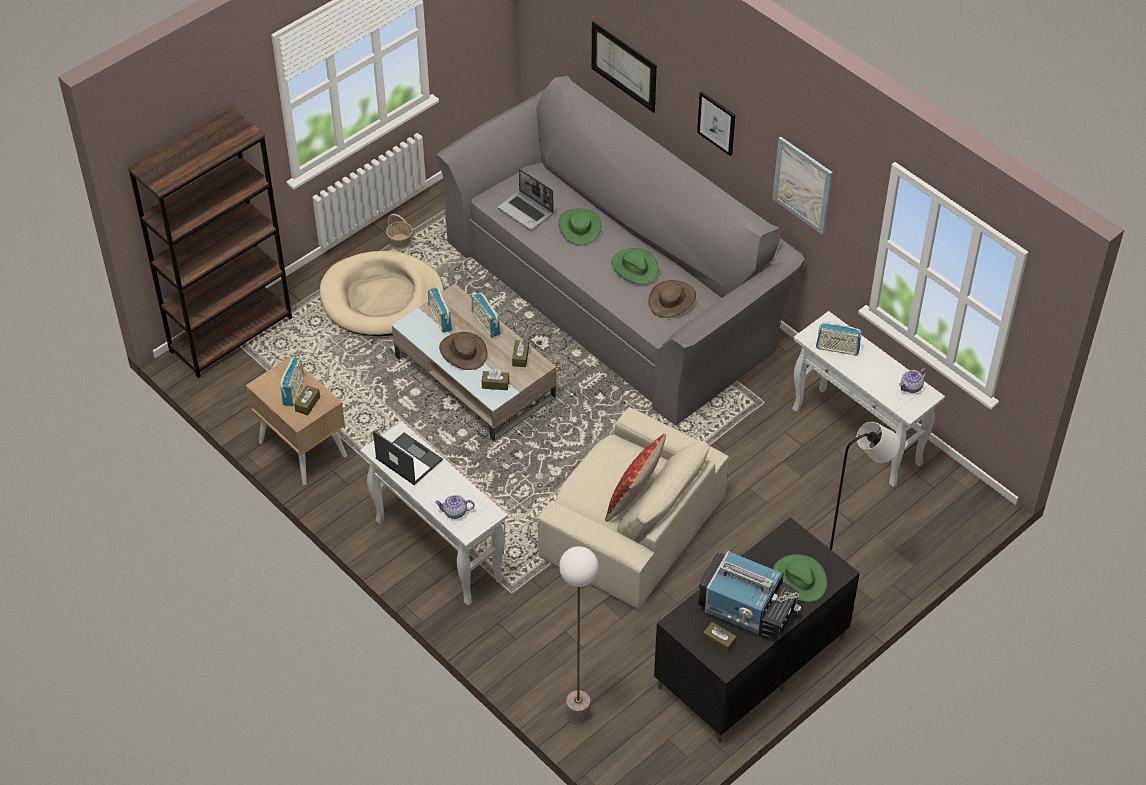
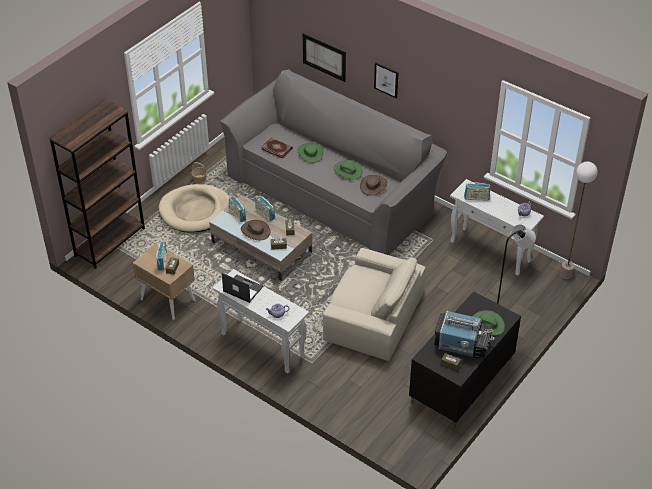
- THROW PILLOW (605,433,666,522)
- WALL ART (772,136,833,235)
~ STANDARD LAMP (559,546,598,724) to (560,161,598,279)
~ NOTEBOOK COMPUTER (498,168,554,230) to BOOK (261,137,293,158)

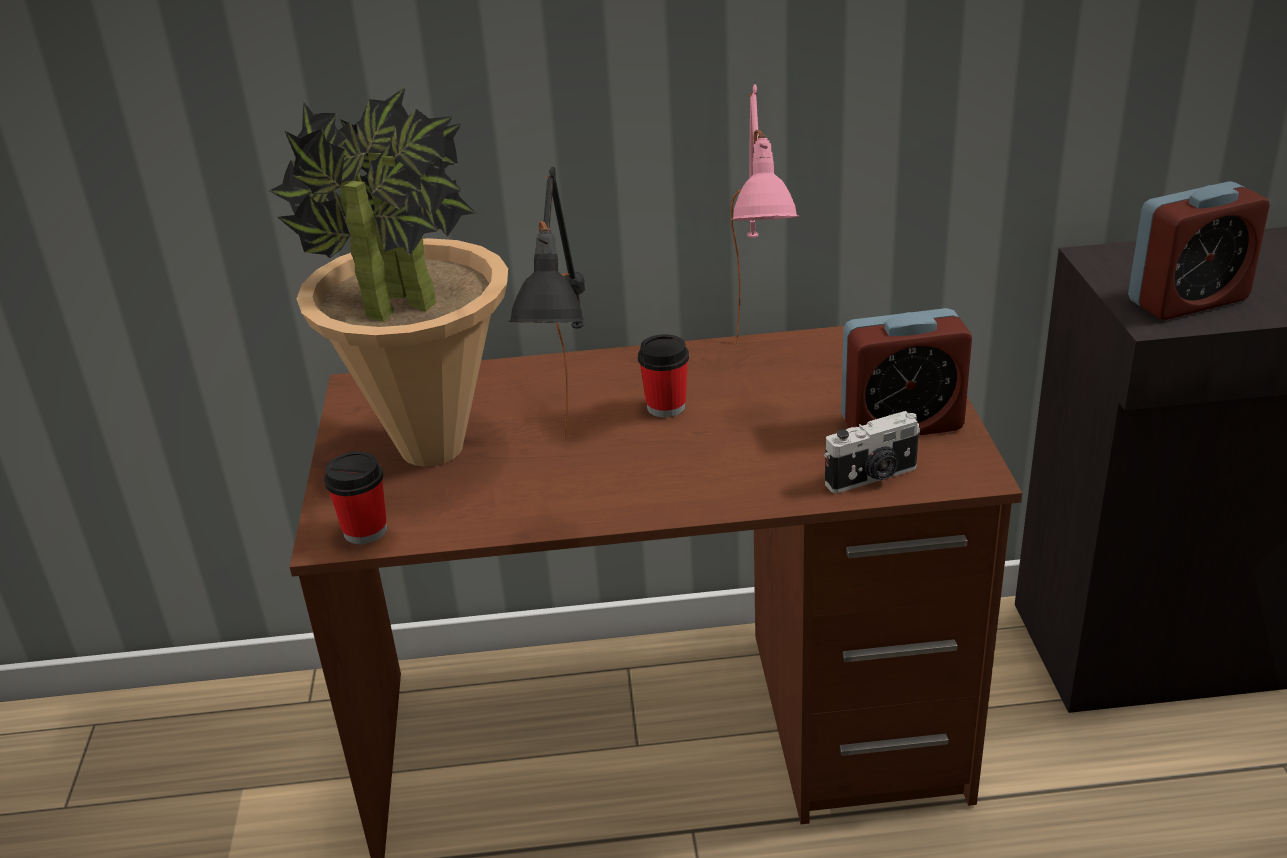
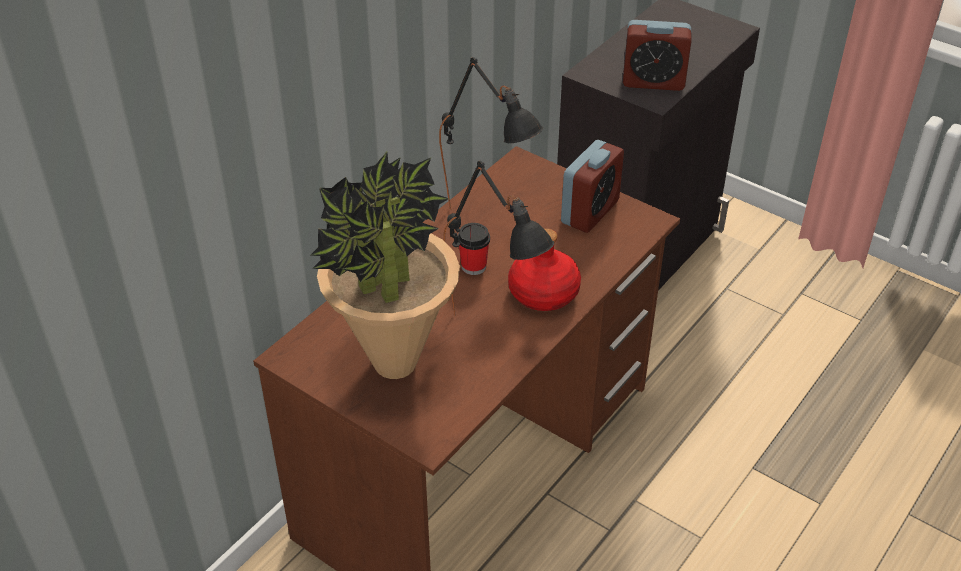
- CUP (324,452,387,544)
- STILL CAMERA (824,411,920,493)
+ RED-COLOURED BOTTLE (508,229,581,311)
~ PINK-COLOURED TABLETOP LAMP (731,85,799,343) to BLACKISH TABLETOP LAMP (439,57,543,210)
~ ALARM CLOCK (1128,181,1270,320) = (623,20,692,91) 75 degrees clockwise

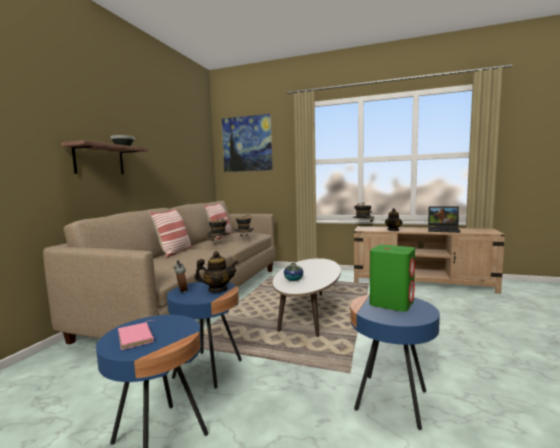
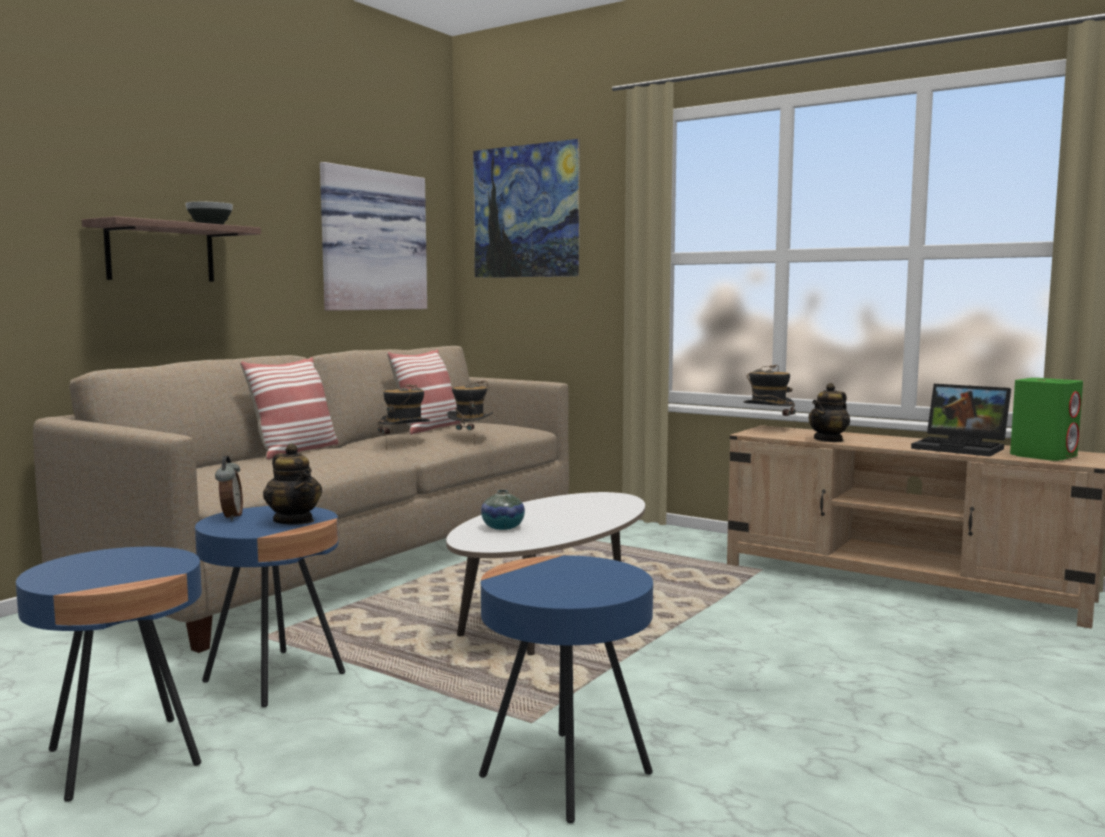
- PINK-COLOURED BOOK (118,321,154,350)
+ WALL ART (320,162,427,311)
~ GREEN SPEAKER (370,245,415,312) to (1010,378,1083,461)
~ POT FOR TEA (195,251,238,292) = (263,443,322,525) 45 degrees clockwise

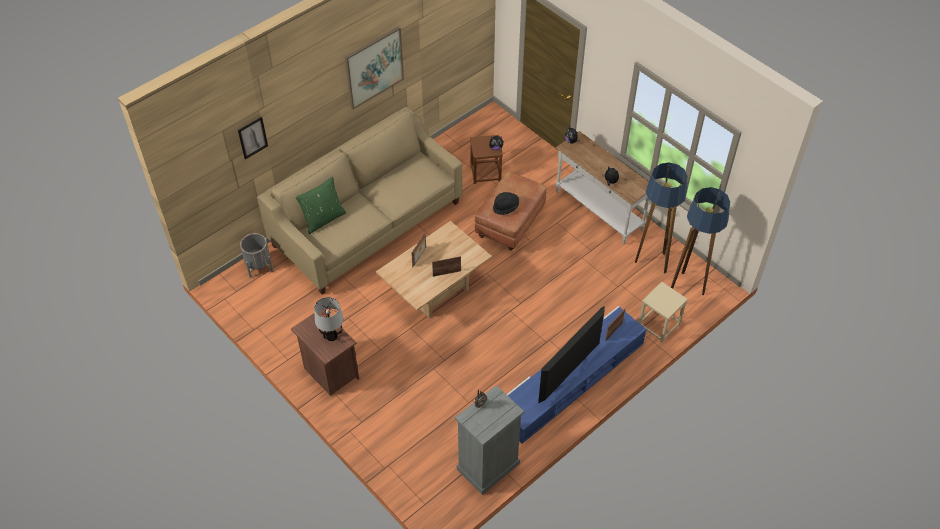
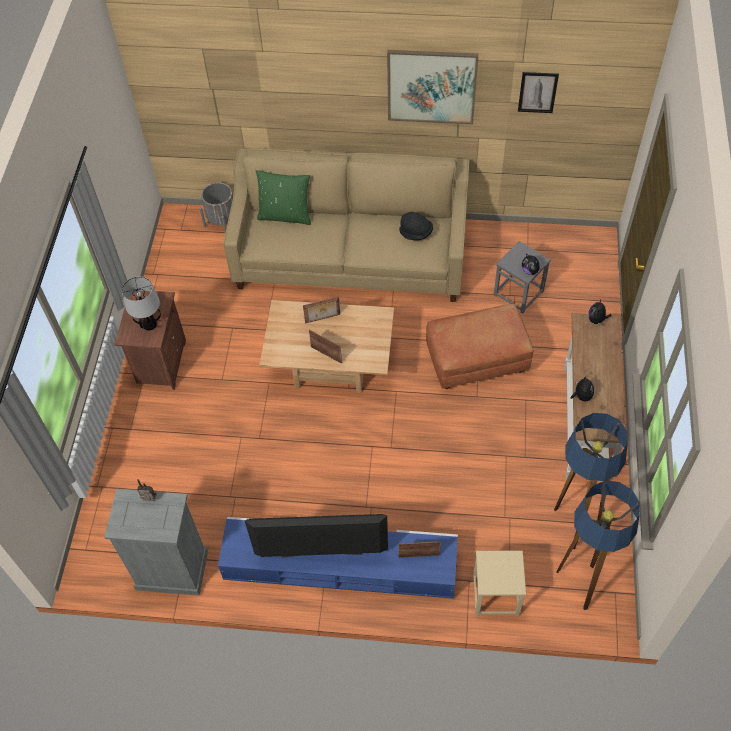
~ WALL ART (238,117,268,159) to (518,72,559,113)
~ BLACKISH CLOTHING HAT (493,192,519,215) to (399,212,433,241)
~ BROWN-COLOURED STOOL SEAT (470,135,503,184) to GREY STOOL SEAT (494,241,551,314)

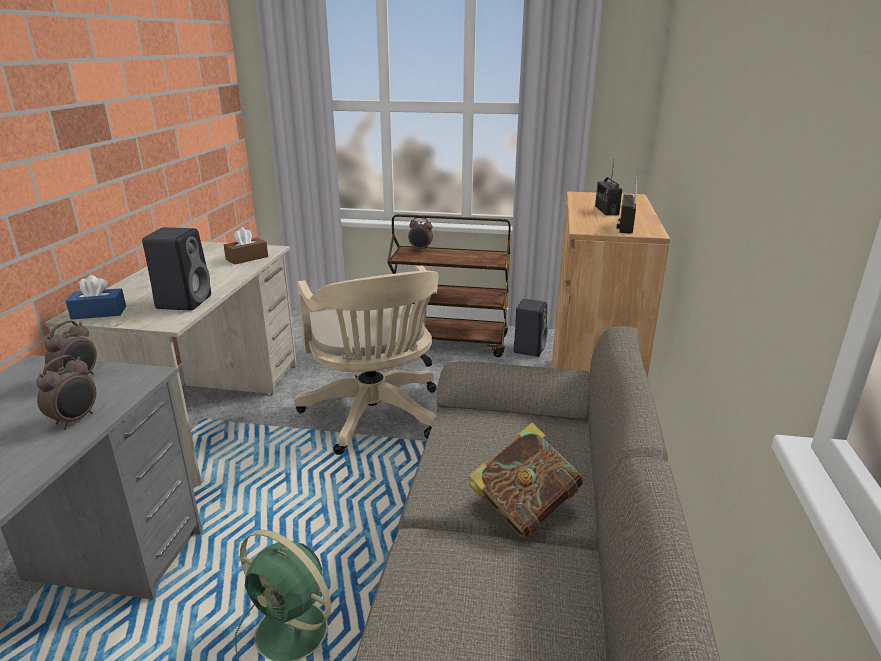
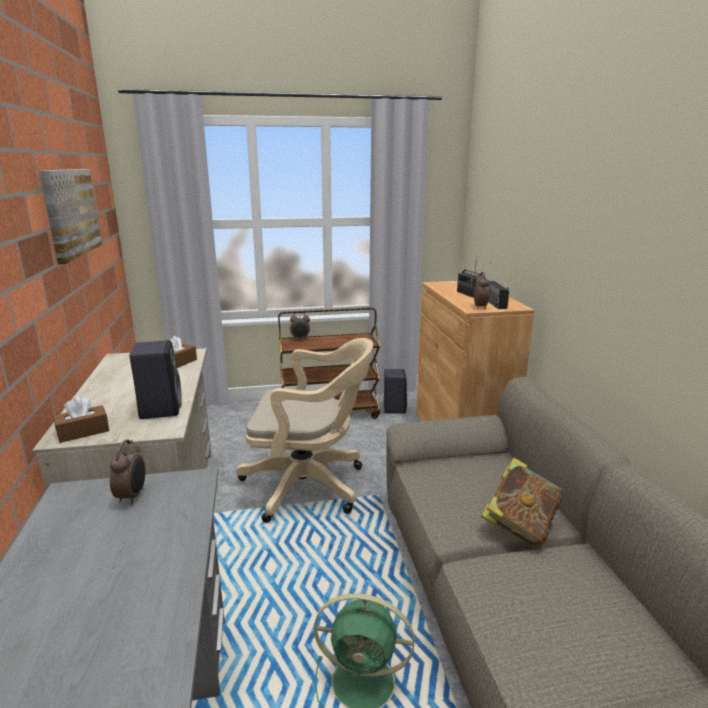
+ WALL ART (39,169,102,264)
~ ALARM CLOCK (36,355,96,429) to (474,272,490,309)
~ BLUE-COLOURED TISSUE BOX (66,275,126,320) to BROWN-COLOURED TISSUE BOX (54,396,109,443)
~ SAND-COLOURED OFFICE CHAIR (295,266,439,455) = (236,338,373,523) 45 degrees counterclockwise

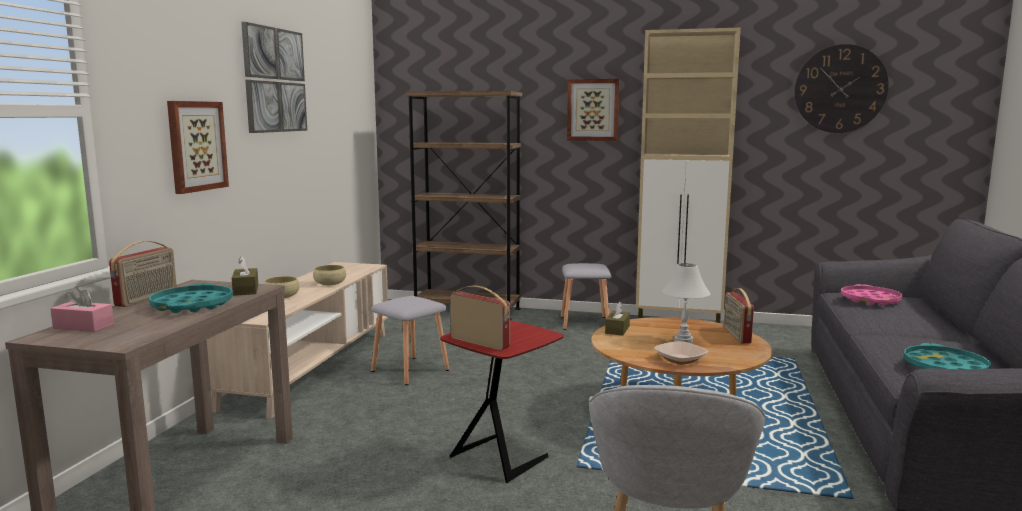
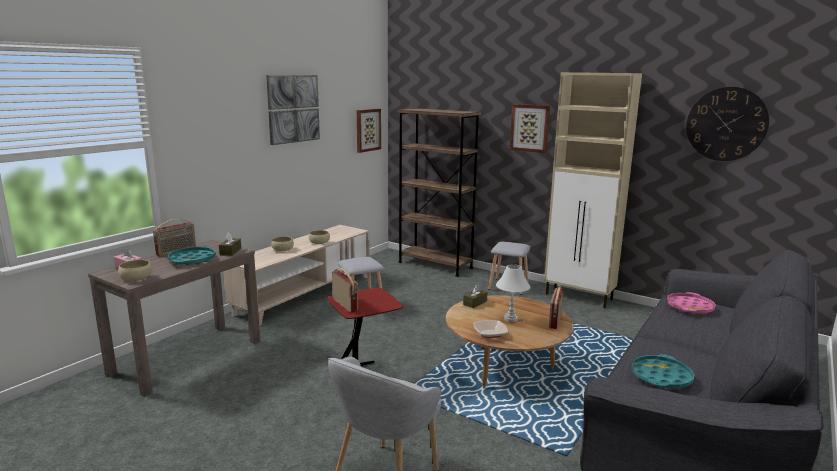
+ SAND-COLOURED DEEP DISH (118,260,152,281)
~ WALL ART (167,101,229,194) to (357,109,381,153)

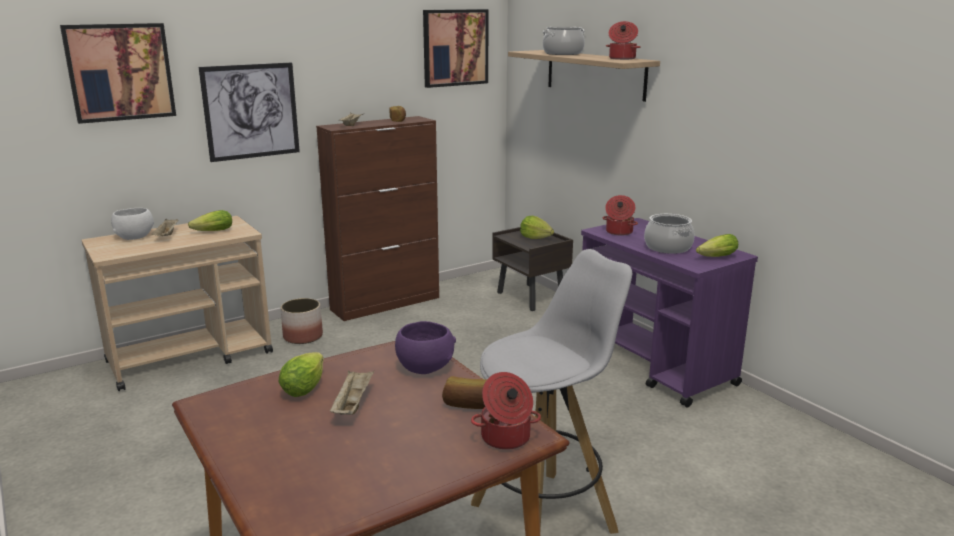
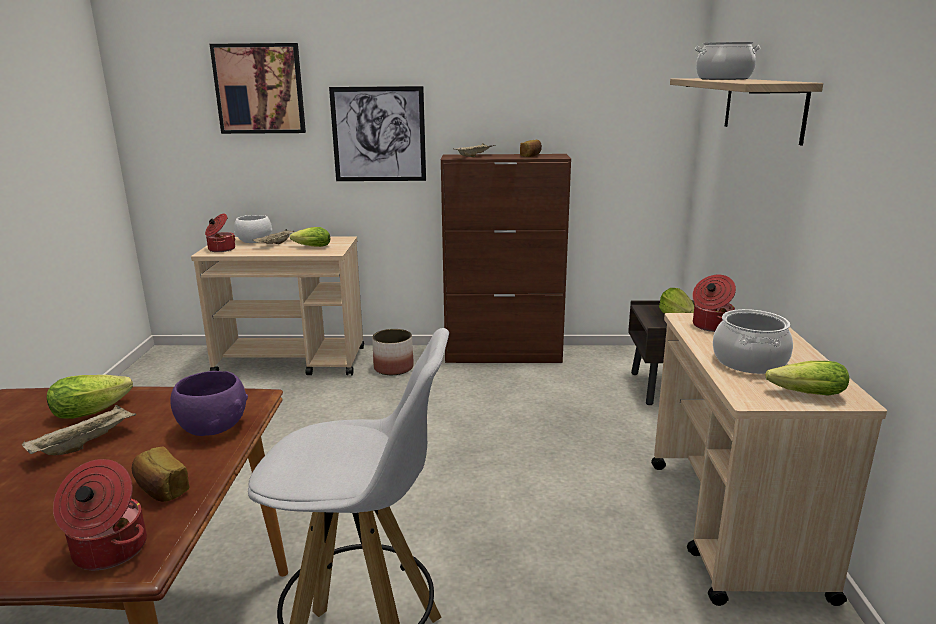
- WALL ART (423,9,489,88)
~ COOKING POT (606,21,641,60) to (205,214,236,252)
~ PURPLISH WHEELED CART (581,218,758,408) to SAND-COLOURED WHEELED CART (651,313,887,606)

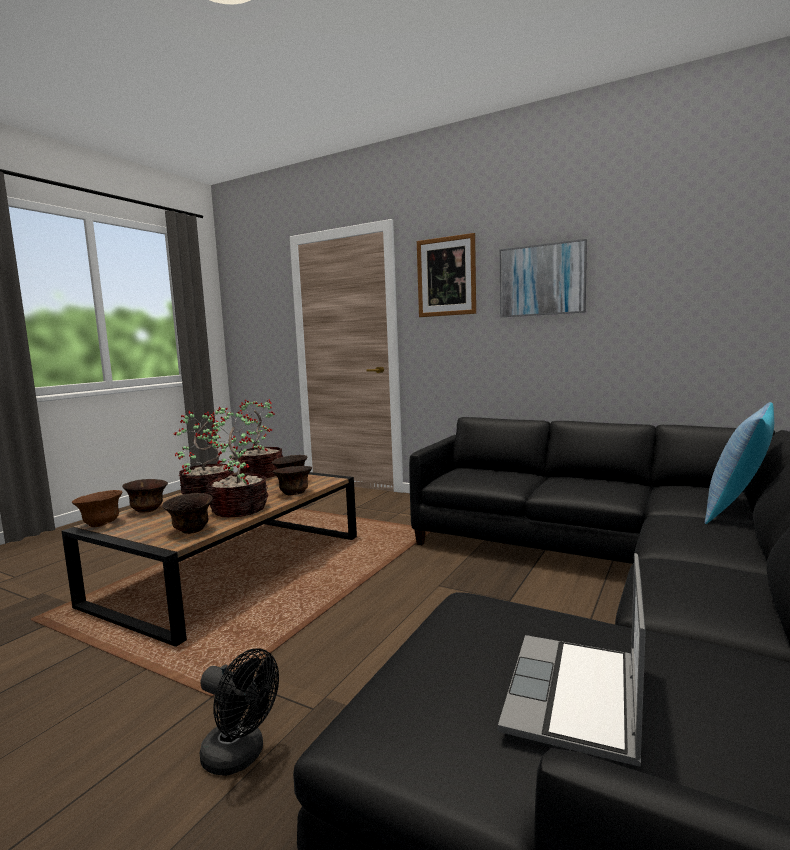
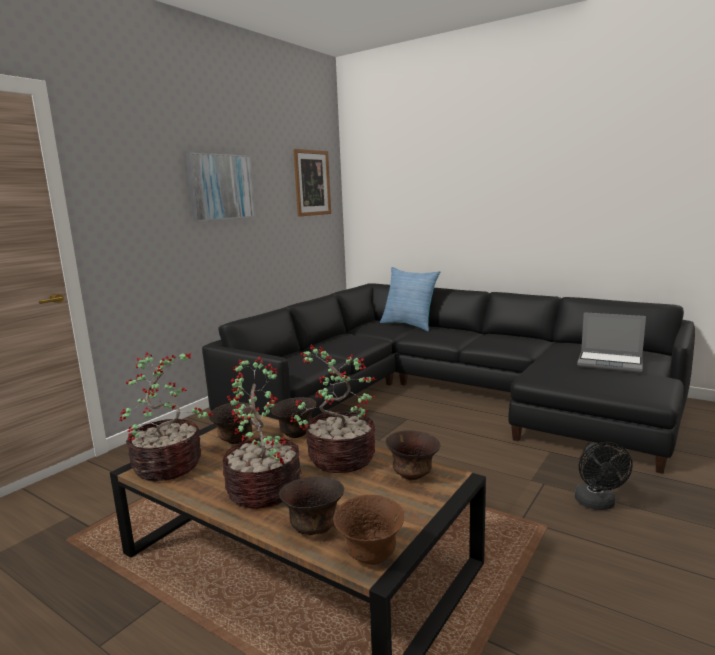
~ WALL ART (417,233,476,317) to (293,149,331,217)
~ BLACKISH COOLING FAN (200,648,279,776) = (574,442,633,510) 150 degrees clockwise

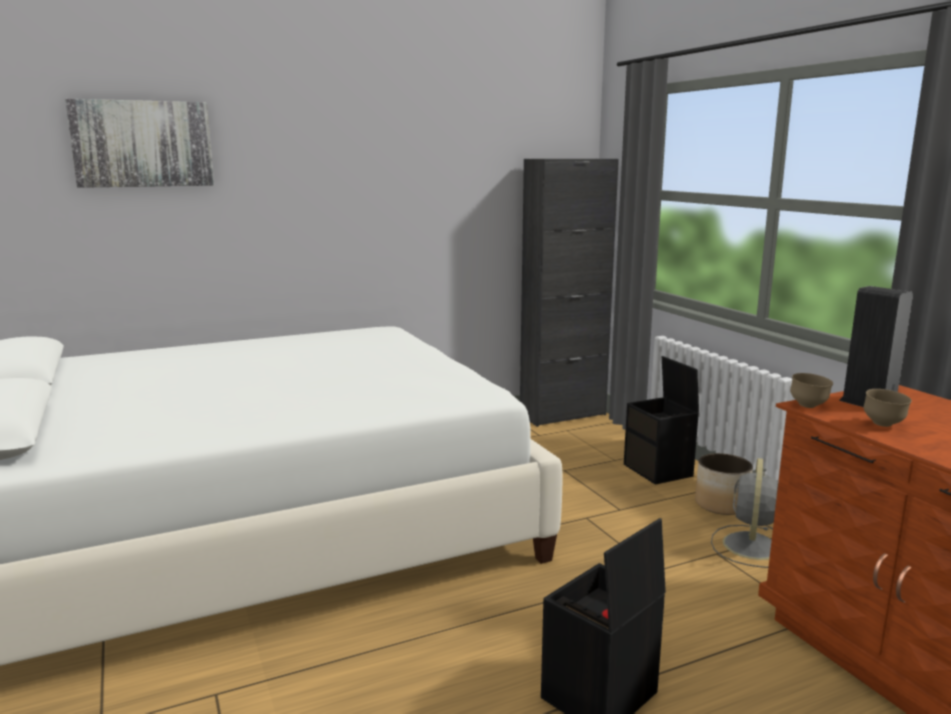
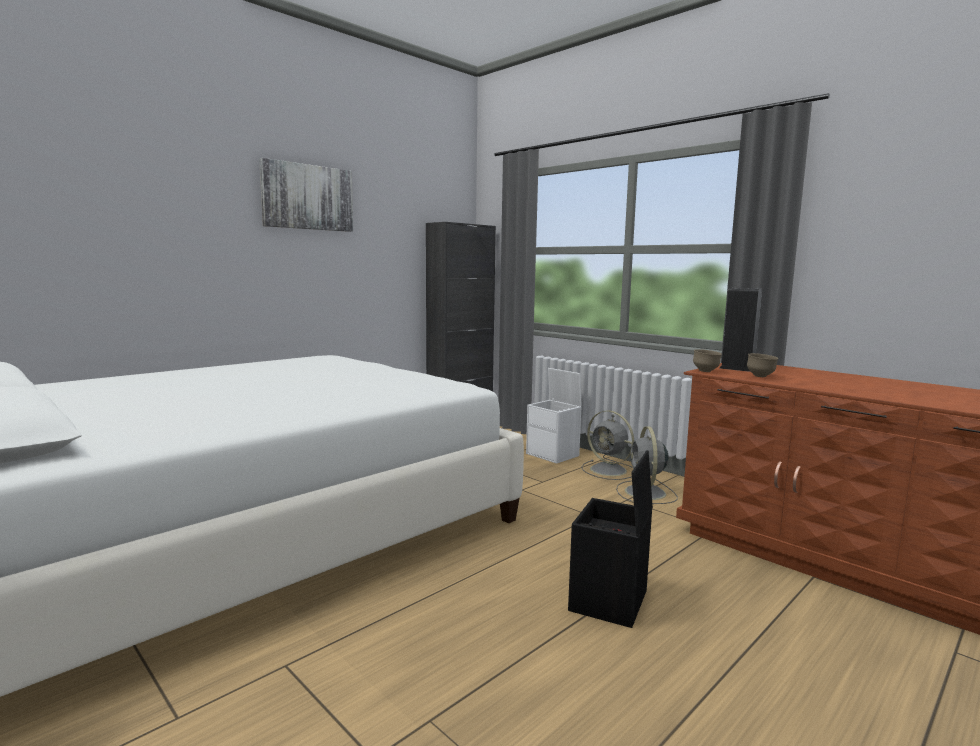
~ WALL ART (65,99,214,188) to (259,158,353,232)
~ PLANTER (695,453,753,515) to GREY COOLING FAN (581,411,634,480)
~ BLACKISH STORAGE BIN (624,356,699,485) to WHITISH STORAGE BIN (526,368,582,464)

